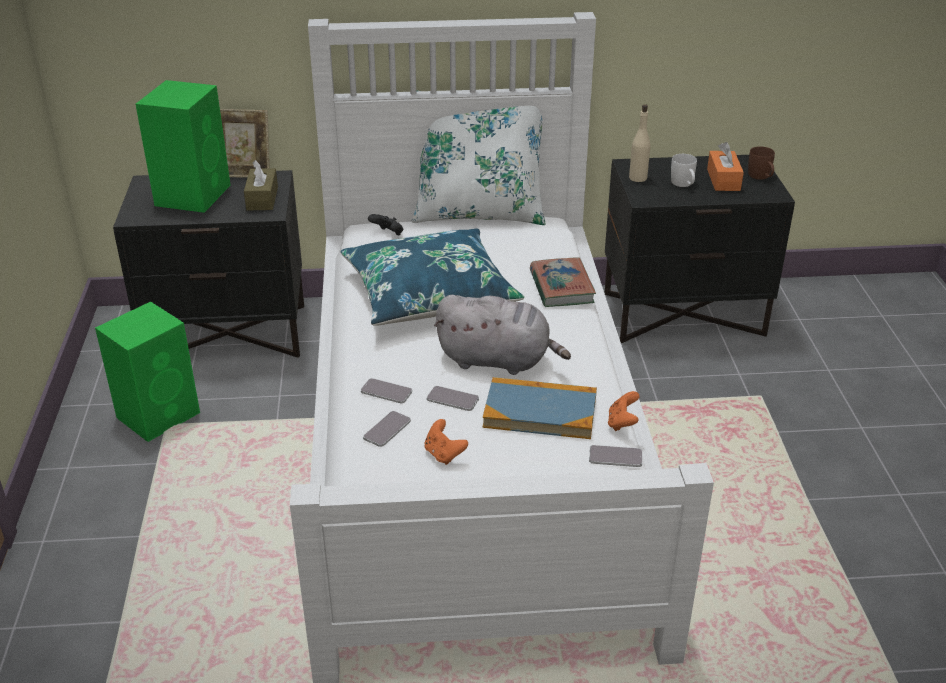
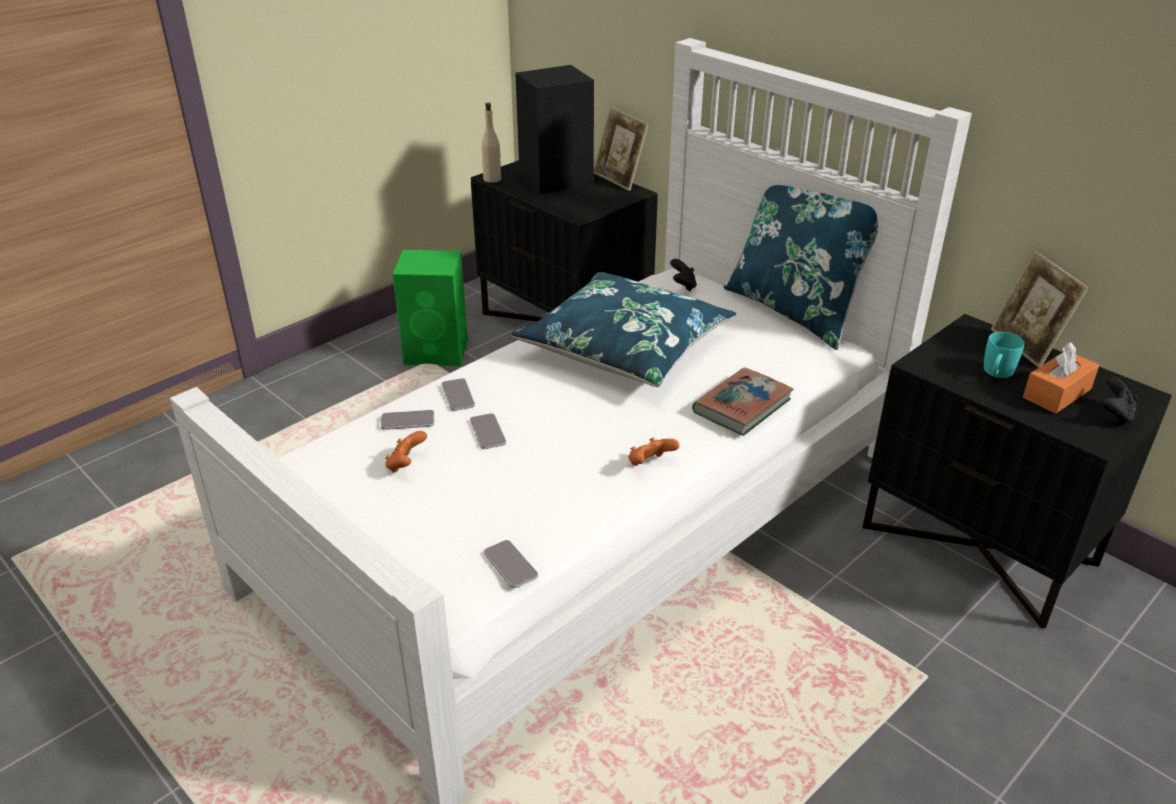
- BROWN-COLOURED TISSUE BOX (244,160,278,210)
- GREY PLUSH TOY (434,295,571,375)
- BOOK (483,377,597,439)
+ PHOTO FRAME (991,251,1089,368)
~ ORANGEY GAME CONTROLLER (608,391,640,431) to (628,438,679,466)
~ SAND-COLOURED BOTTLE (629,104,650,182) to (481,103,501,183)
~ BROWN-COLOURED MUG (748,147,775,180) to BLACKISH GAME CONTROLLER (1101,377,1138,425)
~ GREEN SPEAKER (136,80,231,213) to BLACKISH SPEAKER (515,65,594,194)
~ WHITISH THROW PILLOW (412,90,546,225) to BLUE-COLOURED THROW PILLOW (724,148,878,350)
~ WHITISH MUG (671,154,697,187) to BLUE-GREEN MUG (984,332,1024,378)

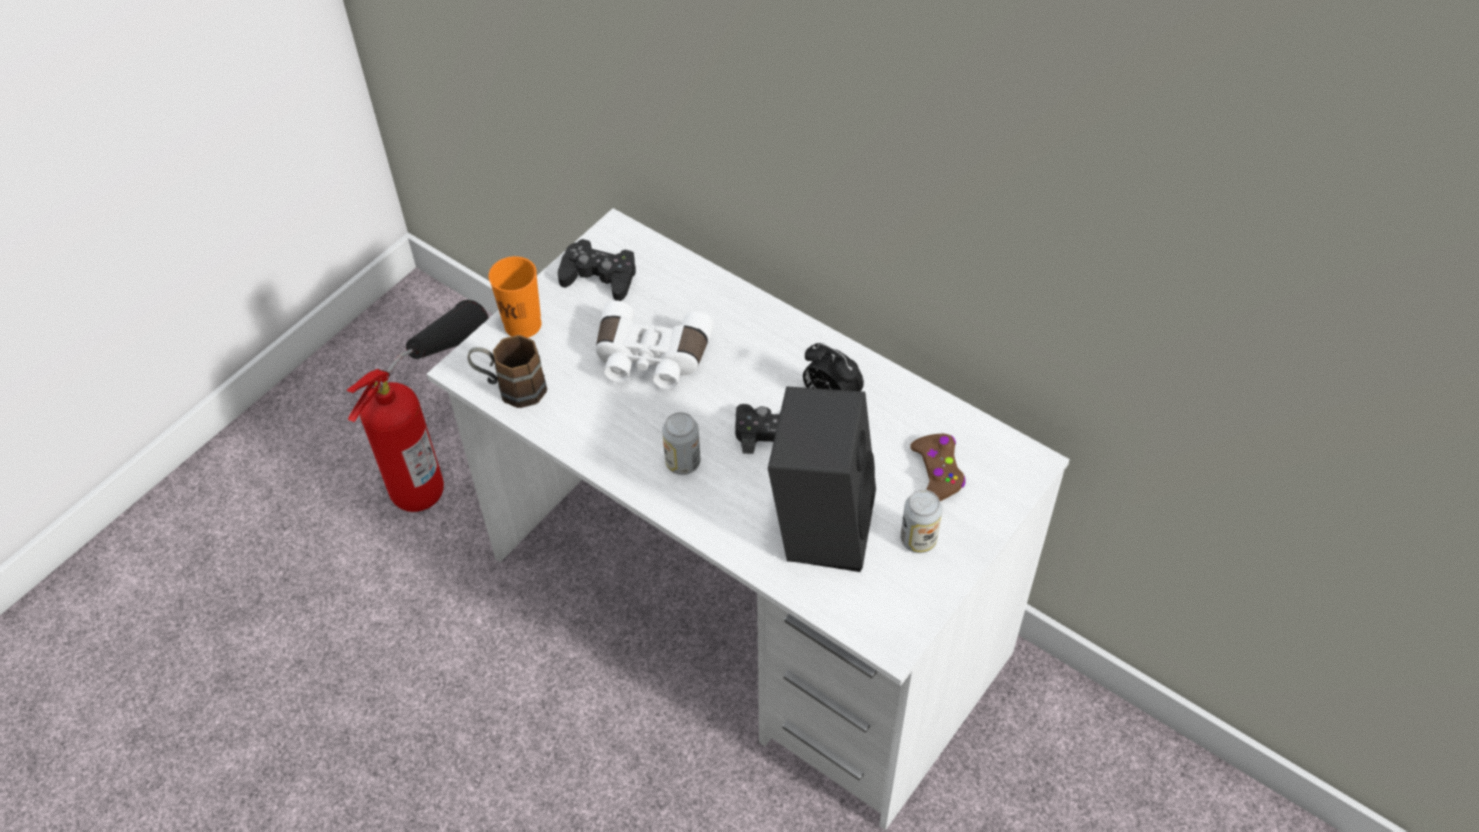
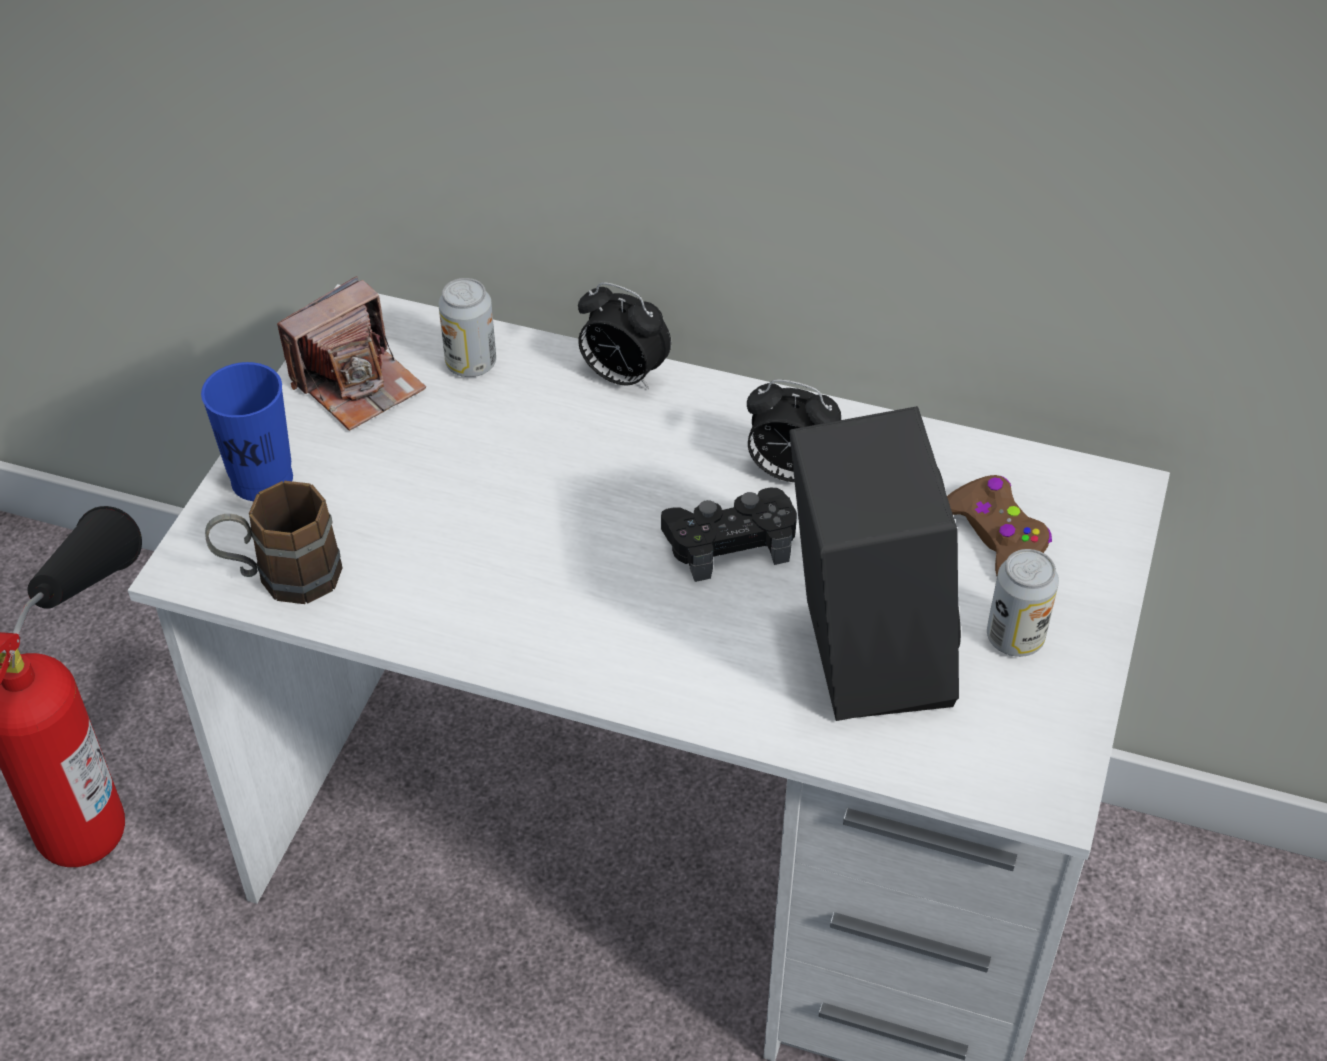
- WHITISH FIELD GLASSES (596,300,714,389)
+ ALARM CLOCK (578,282,671,390)
~ CAN (662,412,700,475) to (438,278,496,377)
~ BLACKISH GAME CONTROLLER (558,239,636,301) to STILL CAMERA (277,276,426,431)
~ ORANGEY CUP (489,256,541,338) to BLUE-COLOURED CUP (201,362,293,501)

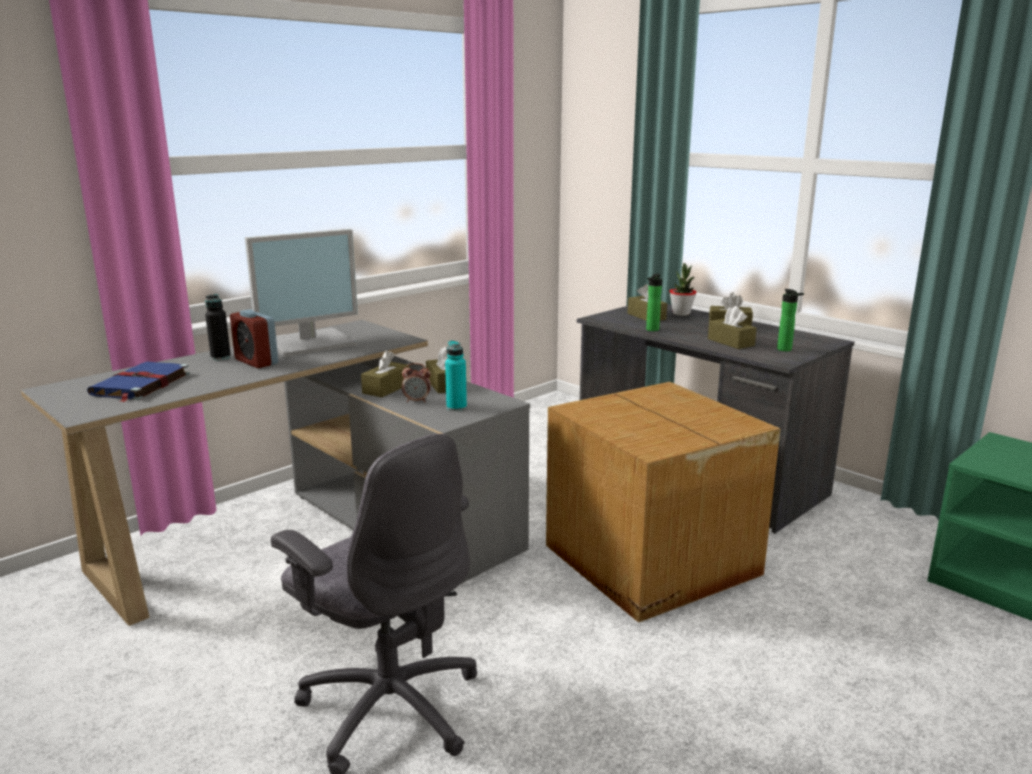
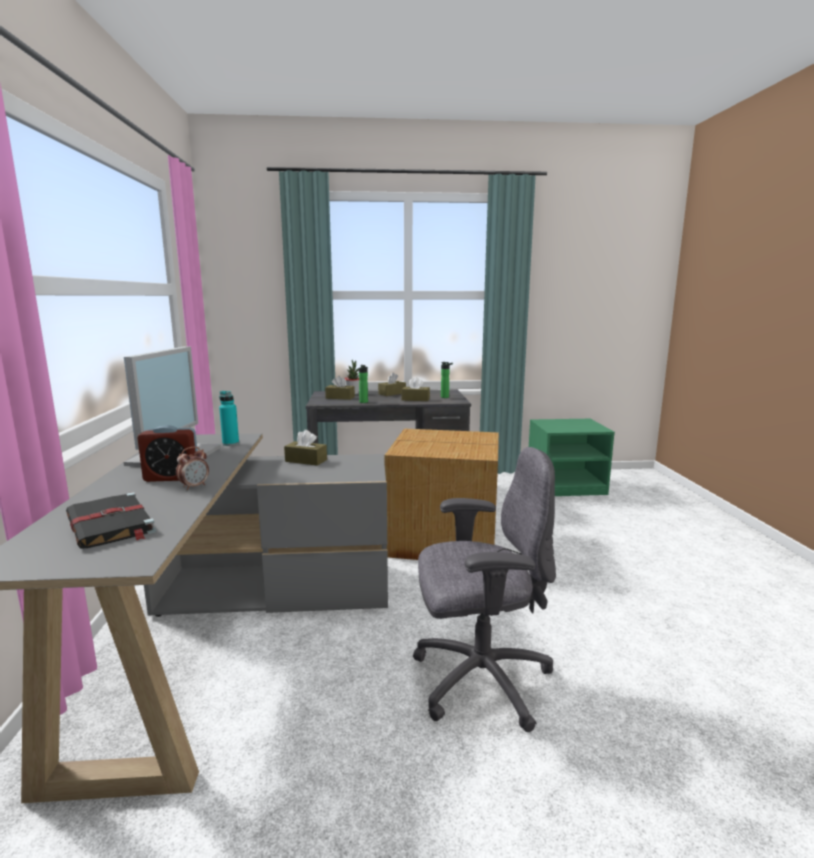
- BLACKISH BOTTLE (205,294,231,360)
- BROWN-COLOURED TISSUE BOX (361,350,409,397)
~ ALARM CLOCK (402,363,431,402) to (176,447,209,490)
~ BLUE-GREEN BOTTLE (445,340,467,411) to (219,391,239,446)
~ BLUE-COLOURED BOOK (87,361,190,402) to BLACKISH BOOK (66,492,156,548)

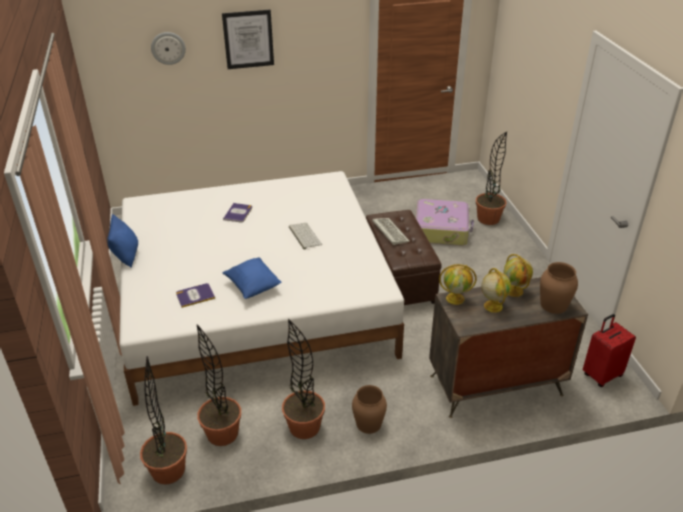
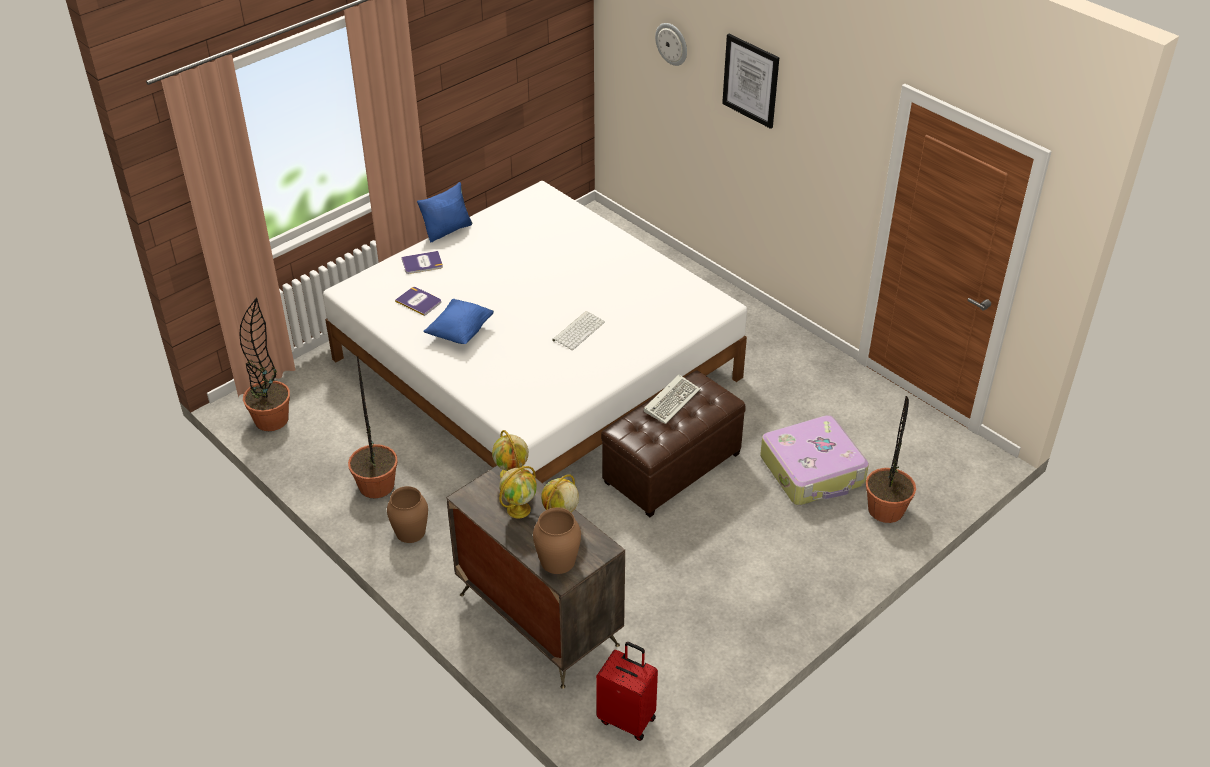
- HOUSEPLANT (197,324,241,446)
~ BOOK (223,203,252,222) to (402,251,443,274)

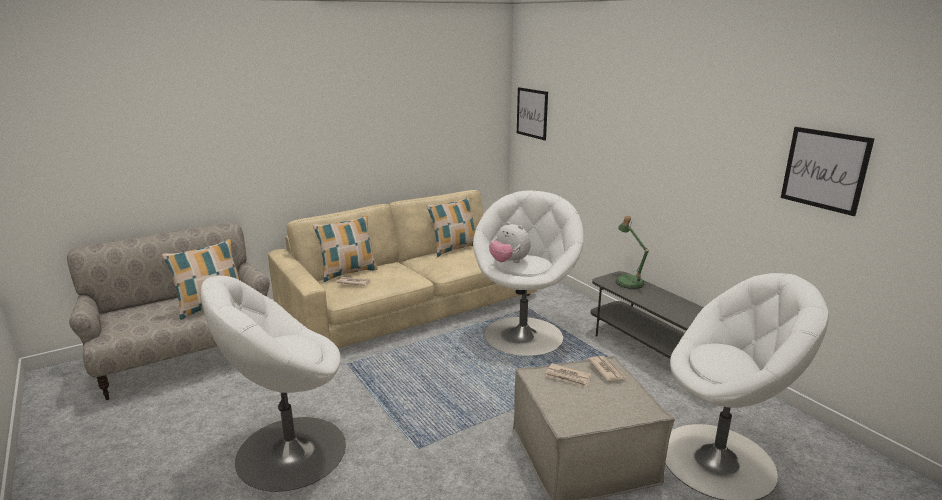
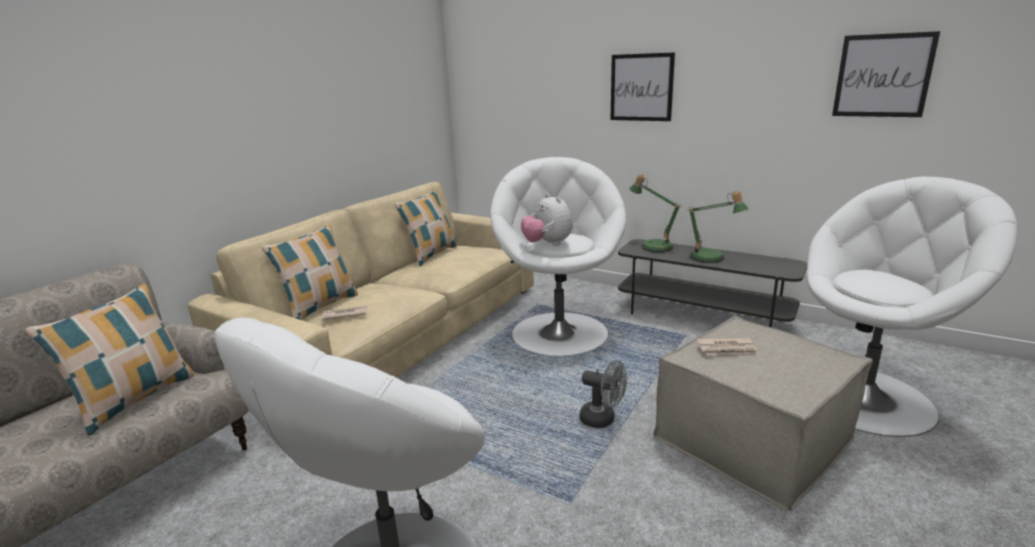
- NEWSPAPER (588,356,626,381)
+ GREY COOLING FAN (579,360,627,428)
+ TABLETOP LAMP (688,191,749,263)
~ WALL ART (517,87,548,140) to (611,52,675,121)
~ PLUSH TOY (489,222,530,263) = (521,194,572,246) 45 degrees clockwise

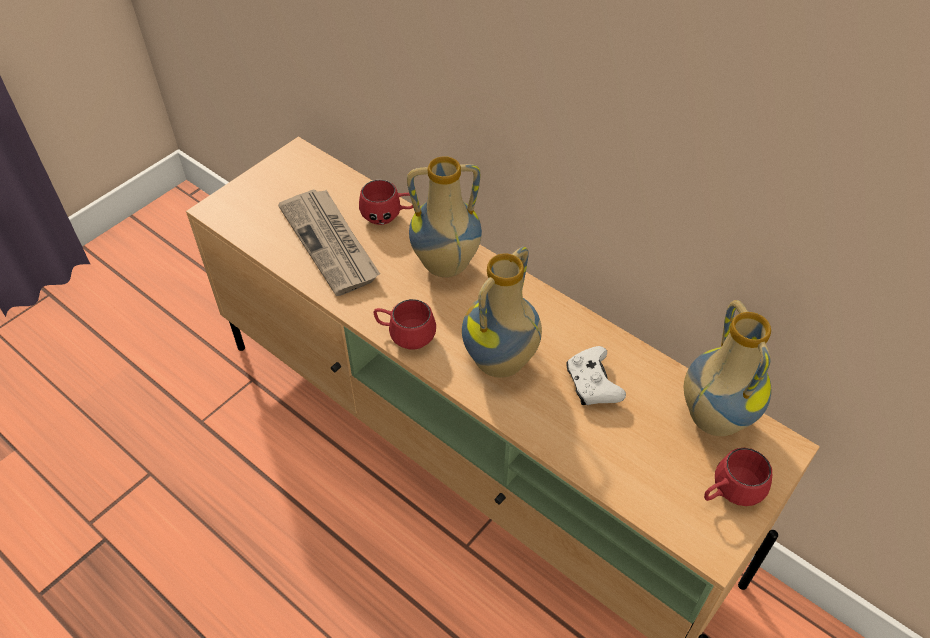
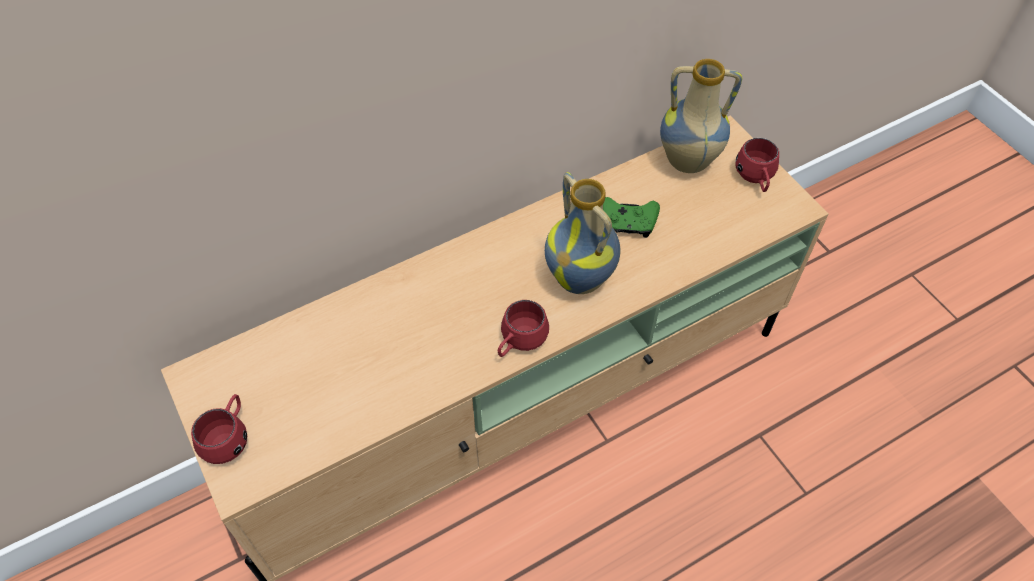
- NEWSPAPER (278,190,380,296)
- FLOWER VASE (407,156,482,277)
~ RED-COLOURED MUG (359,180,413,225) to (191,394,247,464)
~ WHITISH GAME CONTROLLER (566,346,626,405) to GREEN GAME CONTROLLER (603,197,660,238)

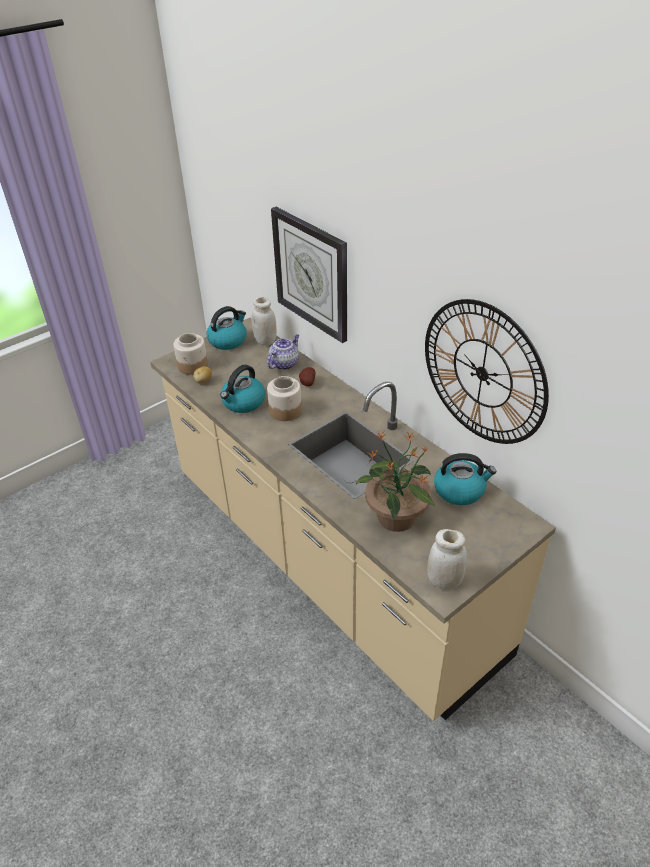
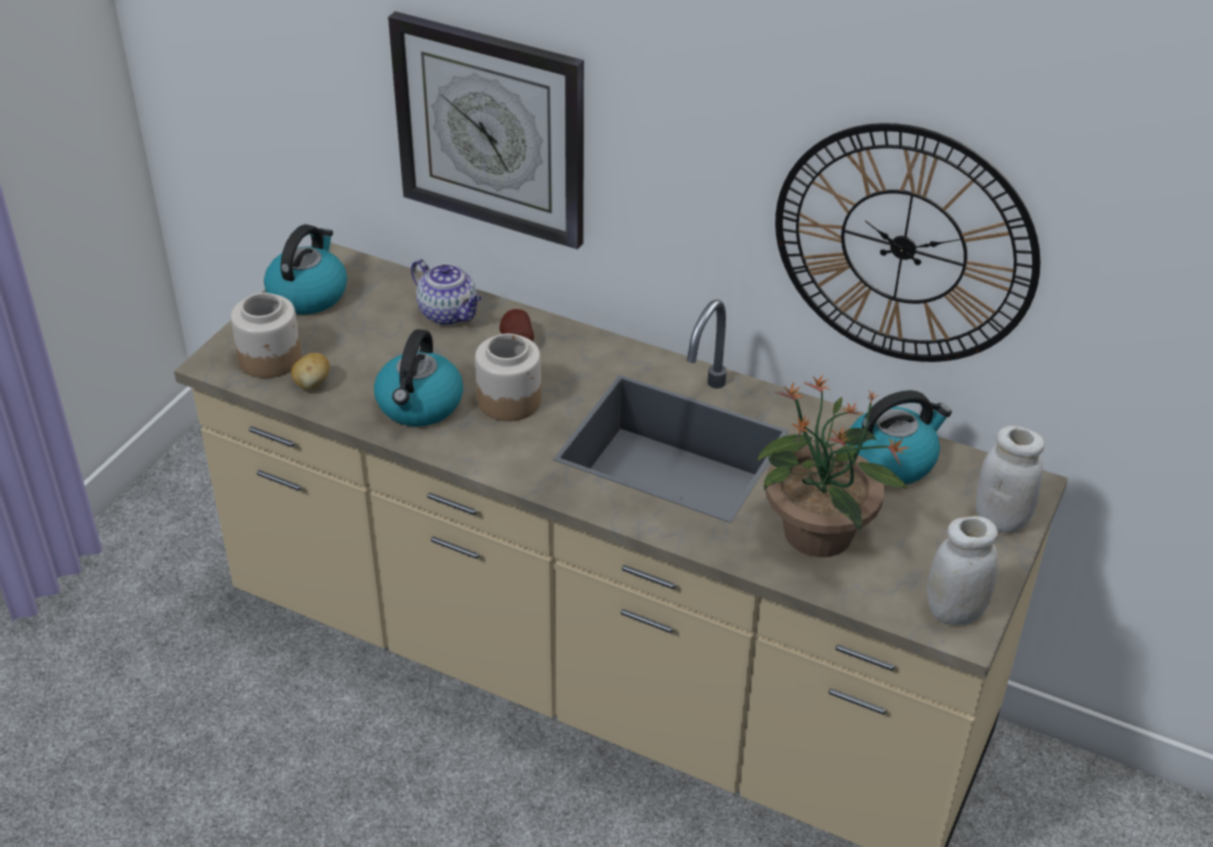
~ WHITISH JAR (251,297,277,346) to (976,426,1044,533)
~ POT FOR TEA (267,334,299,370) = (411,259,482,325) 120 degrees clockwise

